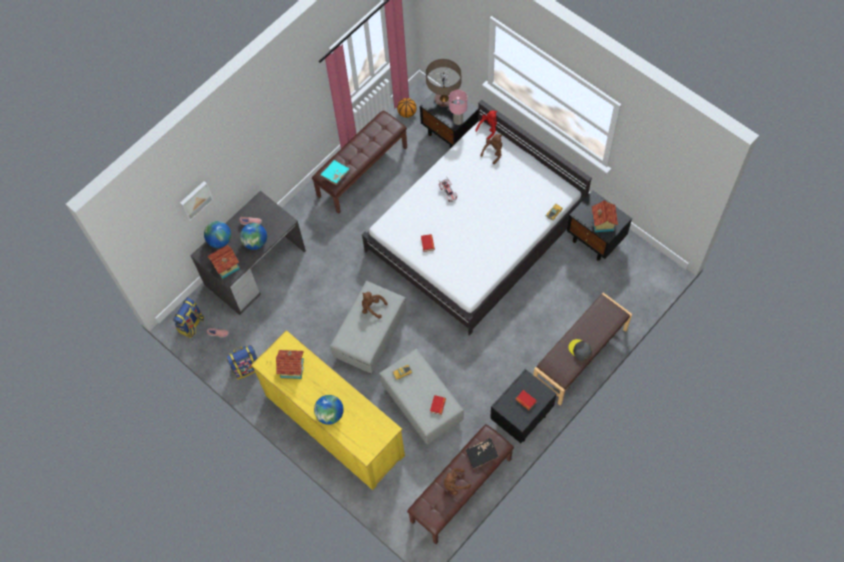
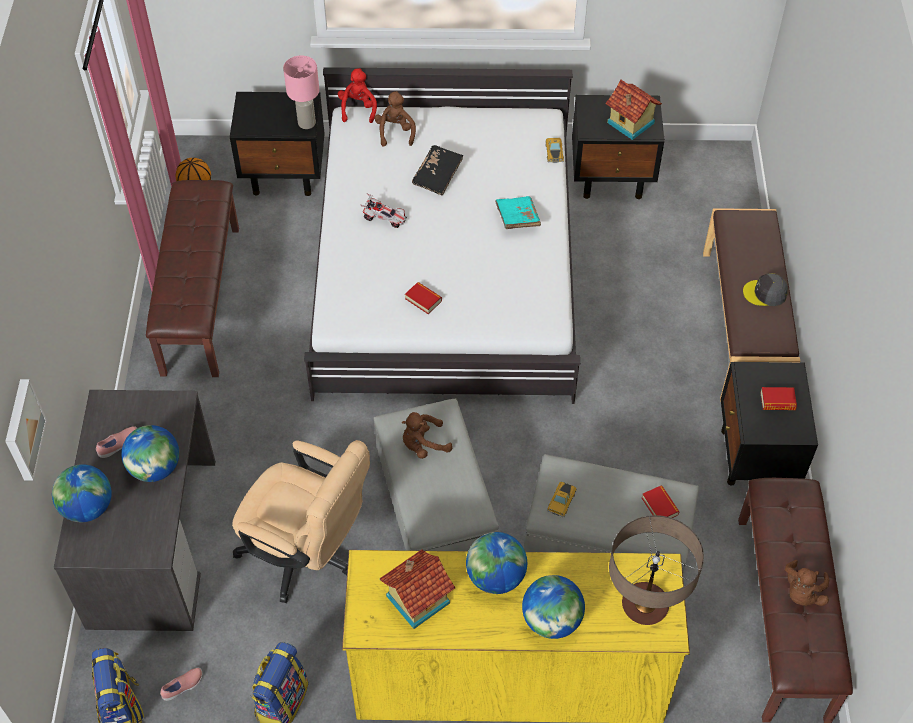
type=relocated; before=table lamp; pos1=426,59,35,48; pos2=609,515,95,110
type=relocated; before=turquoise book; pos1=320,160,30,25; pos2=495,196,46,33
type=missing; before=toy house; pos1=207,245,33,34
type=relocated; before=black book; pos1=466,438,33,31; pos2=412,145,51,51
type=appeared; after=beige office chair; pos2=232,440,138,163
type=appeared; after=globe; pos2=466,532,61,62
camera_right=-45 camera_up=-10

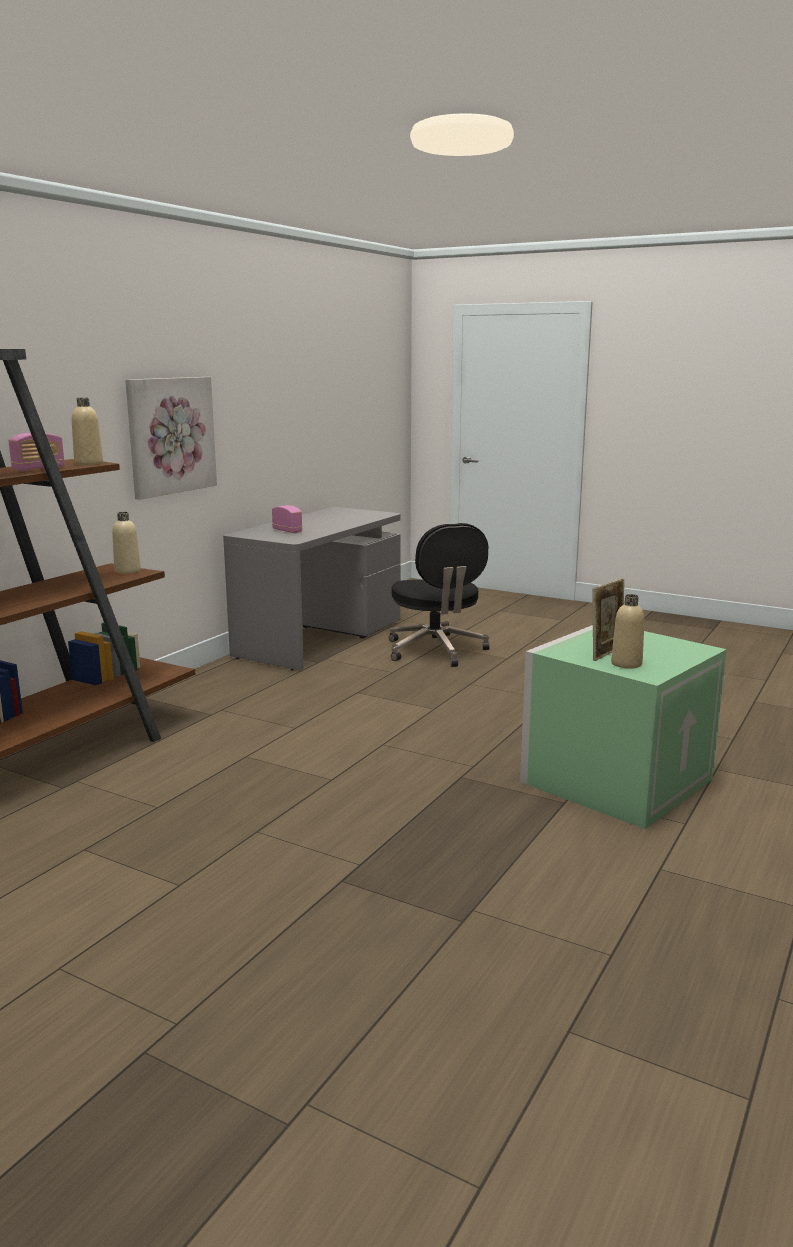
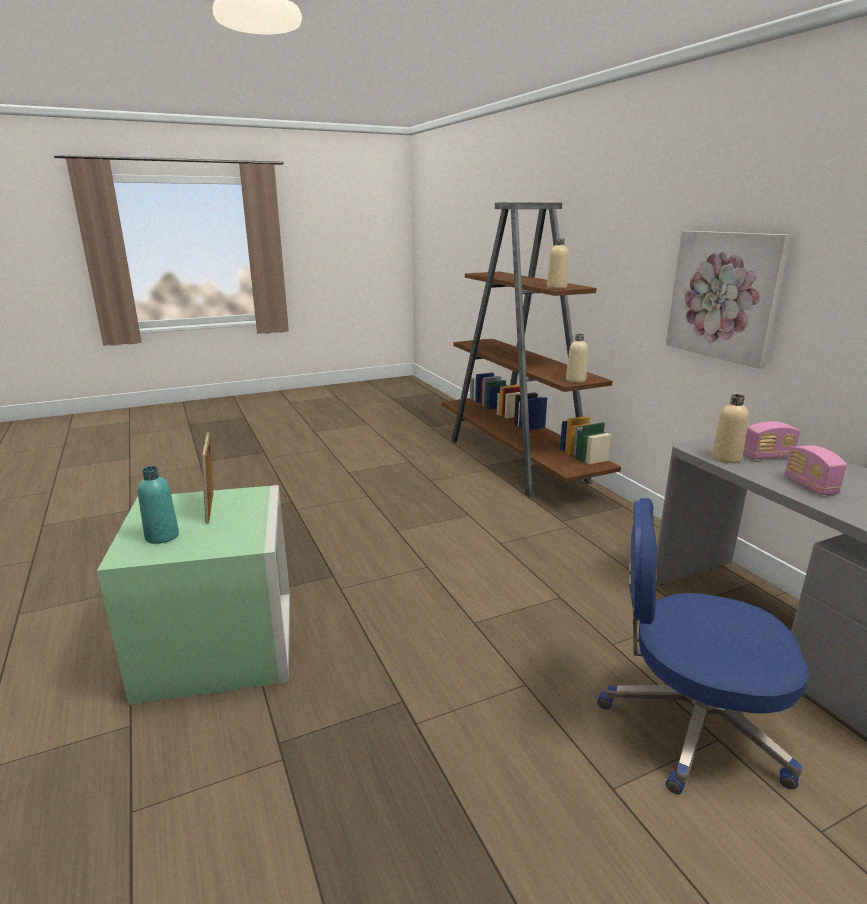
type=relocated; before=radio; pos1=8,433,57,39; pos2=785,445,62,50
type=colour; before=black office chair; after=blue office chair; pos1=389,523,101,144; pos2=597,498,212,296
type=relocated; before=beige bottle; pos1=611,594,33,75; pos2=711,394,38,69
type=appeared; after=turquoise bottle; pos2=138,466,41,78
camera_right=125 camera_up=5

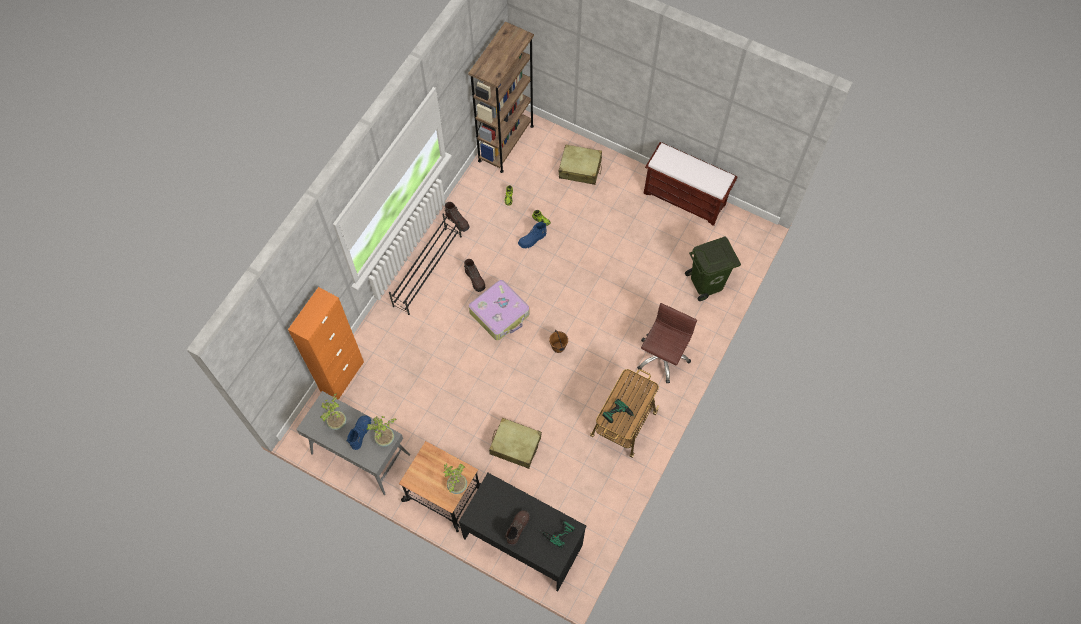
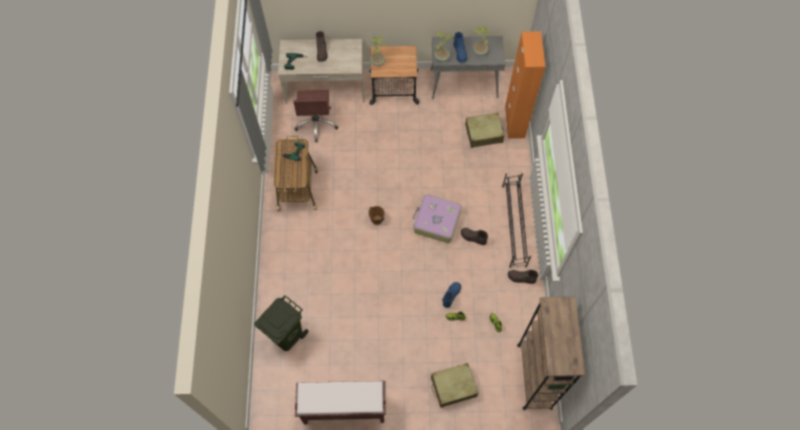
type=relocated; before=brown office chair; pos1=637,303,60,80; pos2=293,90,45,53
type=relocated; before=beige suitcase; pos1=489,418,53,51; pos2=465,112,39,36
type=colour; before=black desk; after=beige desk; pos1=459,473,127,119; pos2=278,39,86,65
camera_right=150 camera_up=0

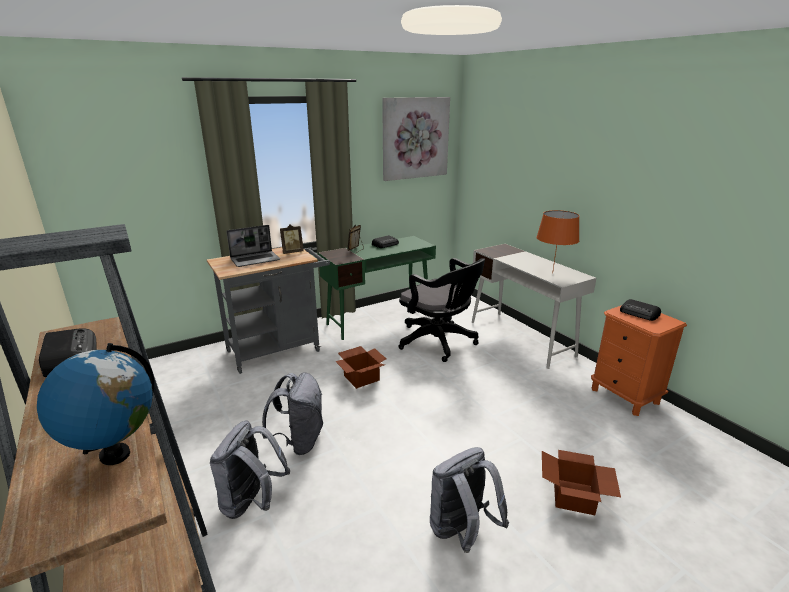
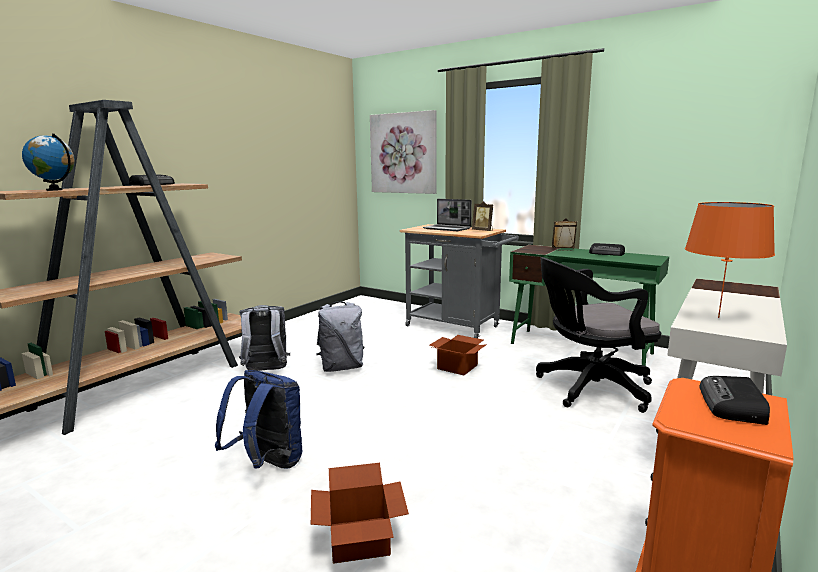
type=relocated; before=picture; pos1=382,97,68,84; pos2=370,110,67,84
type=spun; before=black office chair; pos1=398,258,87,104; pos2=536,257,125,156; turn=60
type=colour; before=grey backpack; after=blue backpack; pos1=430,447,79,106; pos2=215,370,87,98
camera_right=65 camera_up=-10

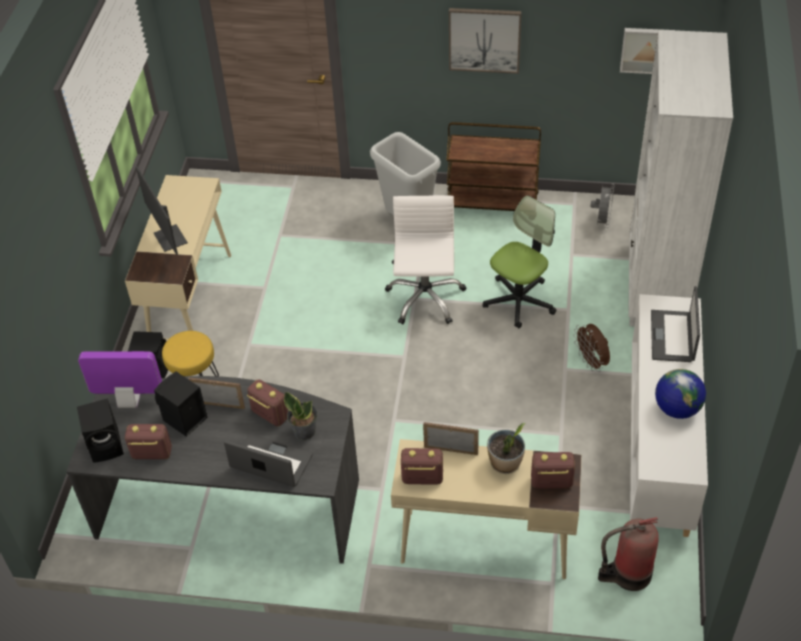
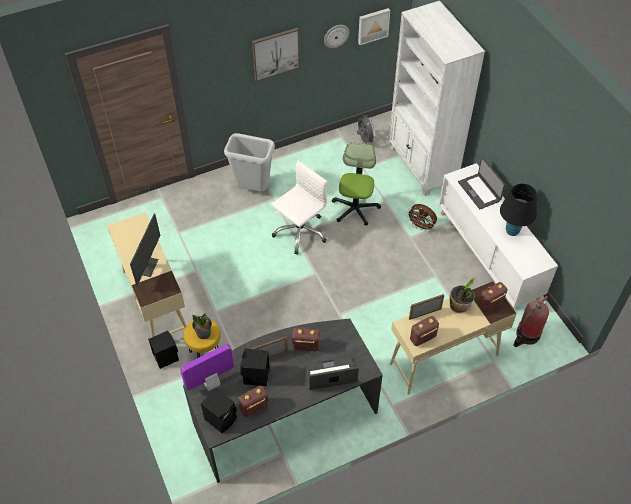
type=missing; before=brown cart; pos1=447,122,94,89
type=spun; before=monitor; pos1=136,166,52,89; pos2=130,213,30,73; turn=-105
type=spun; before=white office chair; pos1=385,196,81,129; pos2=271,161,56,94; turn=75
type=exchanged; before=globe; after=black table lamp; pos1=655,369,51,50; pos2=500,184,37,52
type=relocated; before=potted plant; pos1=284,392,33,48; pos2=192,313,20,26
type=appeared; after=wall clock; pos2=324,25,25,23
camera_right=-35 camera_up=5

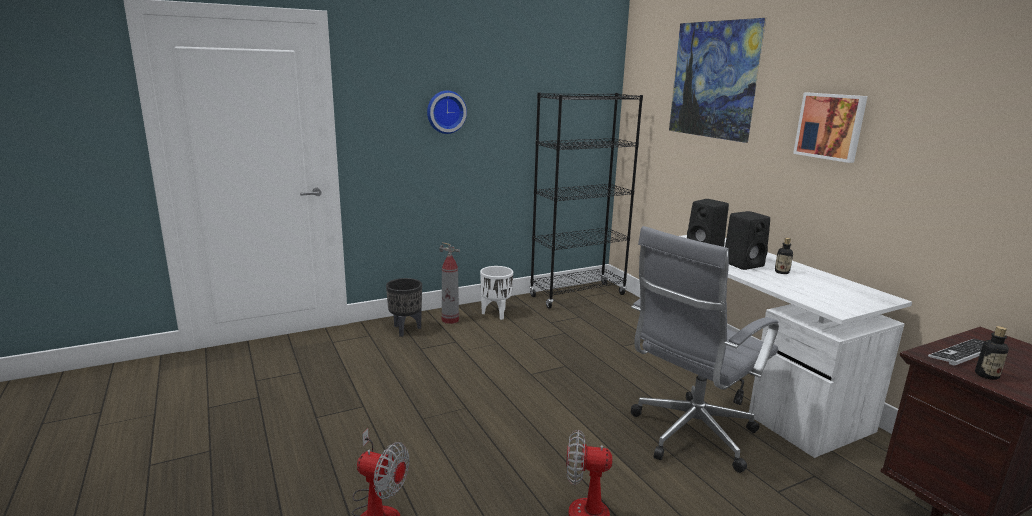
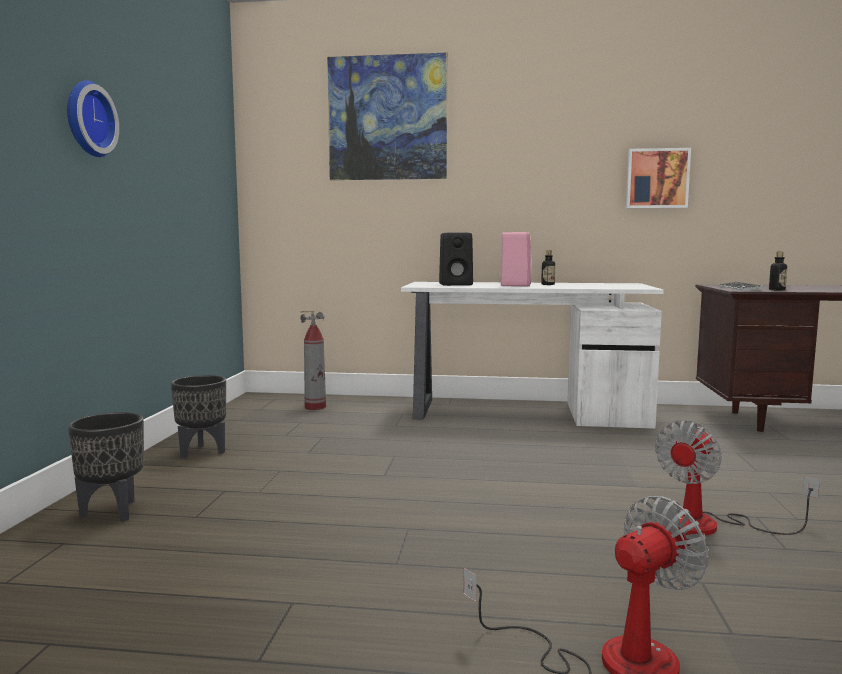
type=missing; before=black bookcase; pos1=530,93,113,215
type=relocated; before=picture; pos1=793,93,75,70; pos2=626,148,65,60
type=colour; before=black speaker; after=pink speaker; pos1=725,211,45,59; pos2=501,232,31,54
type=missing; before=grey office chair; pos1=631,226,148,247
type=relocated; before=fire extinguisher; pos1=439,242,21,82; pos2=300,311,26,99
type=colour; before=white planter; after=black planter; pos1=480,266,33,54; pos2=171,375,55,83
camera_right=-55 camera_up=-10

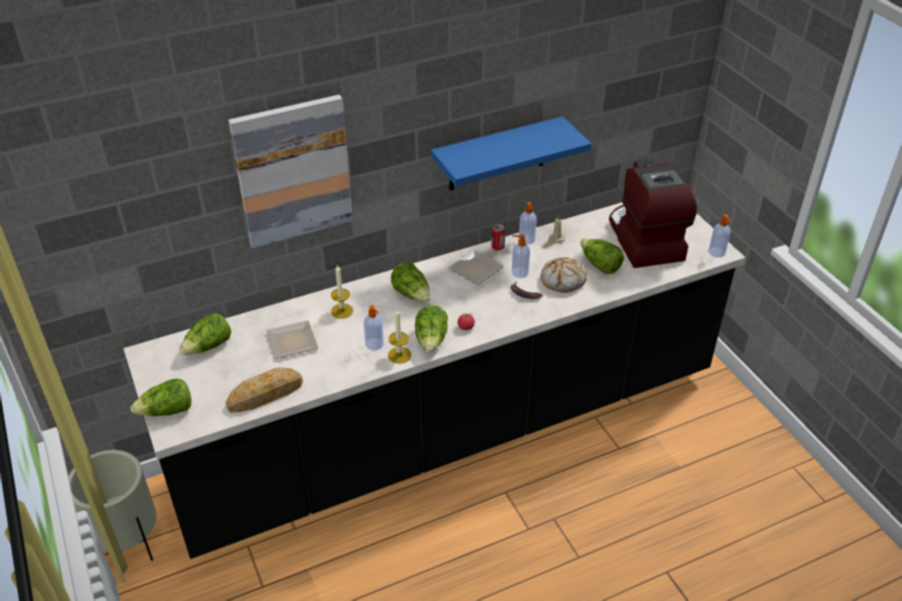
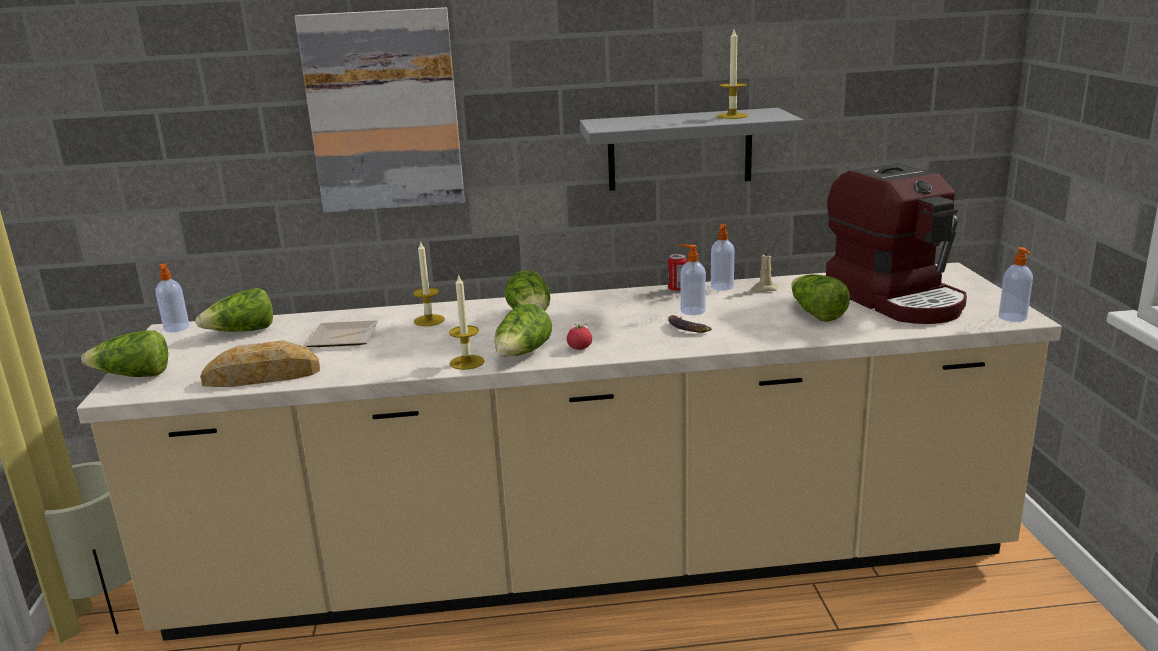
type=colour; before=blue shelf; after=grey shelf; pos1=431,116,160,74; pos2=580,108,224,83
type=spun; before=coffee machine; pos1=609,159,88,109; pos2=826,163,141,161; turn=150
type=colour; before=black counter; after=beige counter; pos1=124,202,621,357; pos2=77,262,985,379
type=missing; before=plate; pos1=448,250,56,35
type=missing; before=bread; pos1=541,257,46,36
type=relocated; before=soap dispenser; pos1=364,305,20,46; pos2=156,263,34,69
type=appeared; after=candle; pos2=717,29,32,90
camera_right=20 camera_up=-20

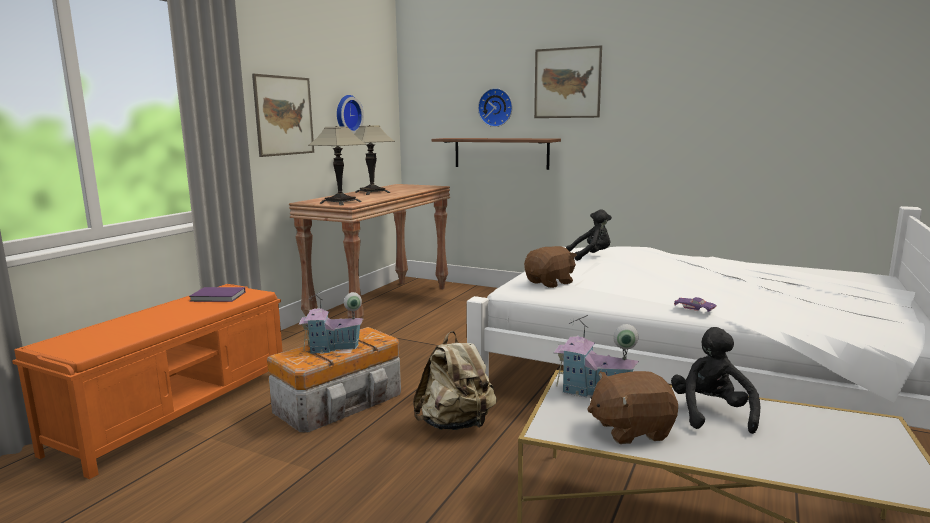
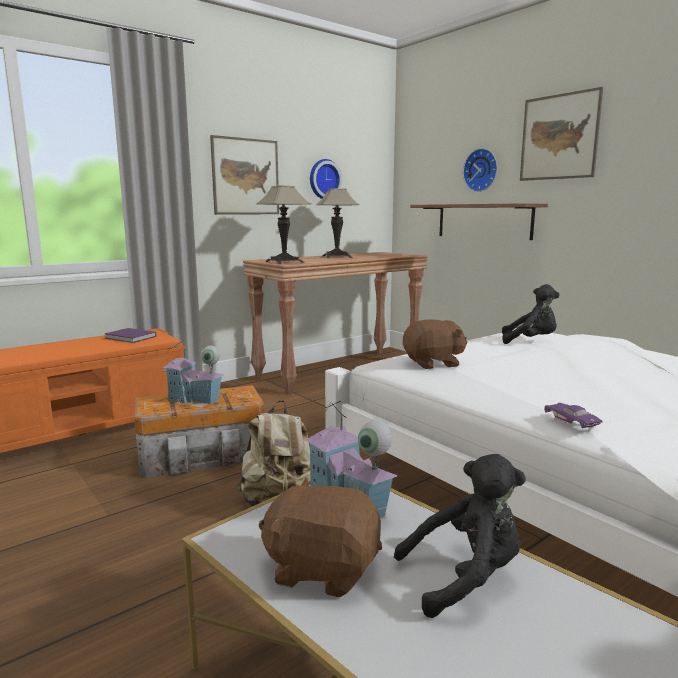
type=spun; before=black plush toy; pos1=671,327,90,107; pos2=394,454,132,164; turn=45
camera_right=25 camera_up=0

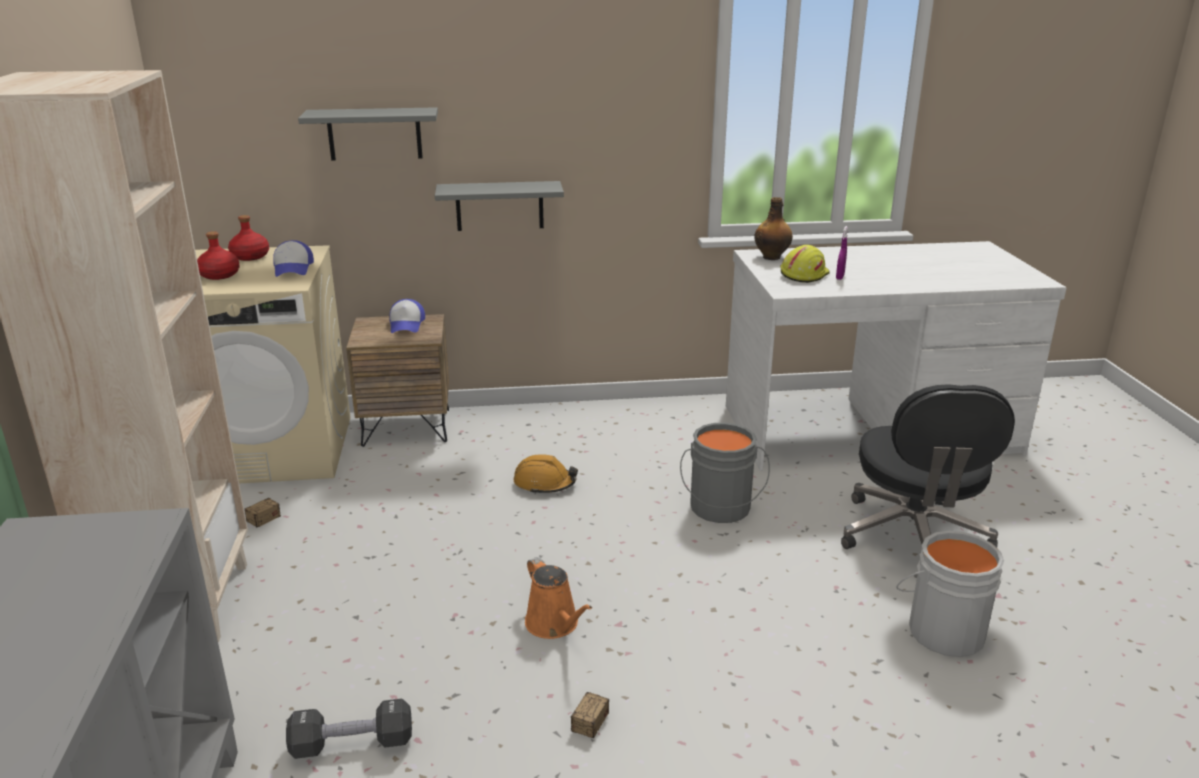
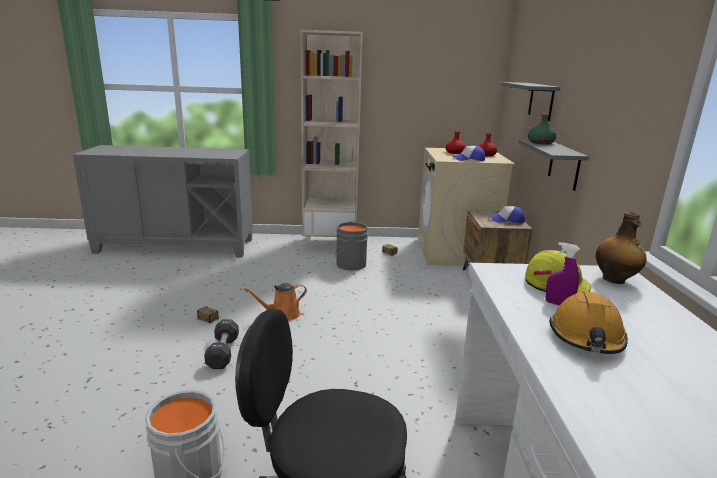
type=relocated; before=grey bucket; pos1=680,423,90,100; pos2=335,222,33,49
type=relocated; before=orange hard hat; pos1=514,454,64,40; pos2=550,292,78,62
type=relocated; before=black dumbbell; pos1=286,699,126,60; pos2=204,319,35,50
type=appeared; after=green bottle; pos2=528,113,29,32
camera_right=95 camera_up=-5

